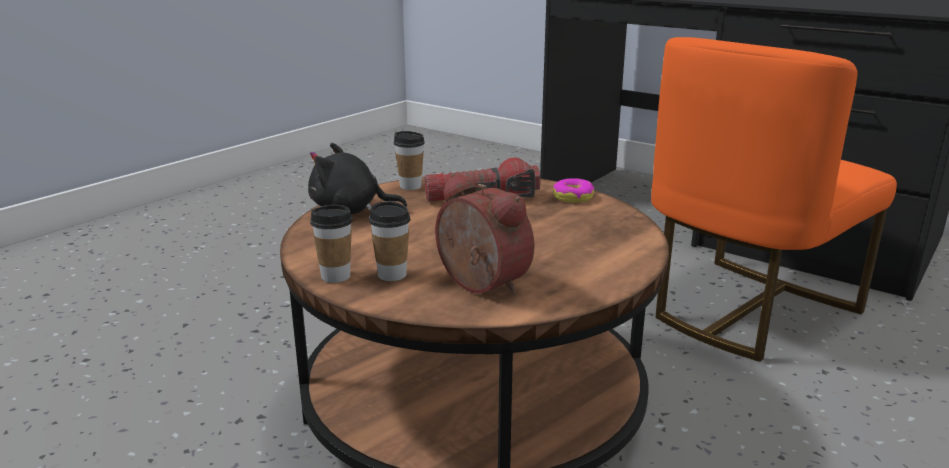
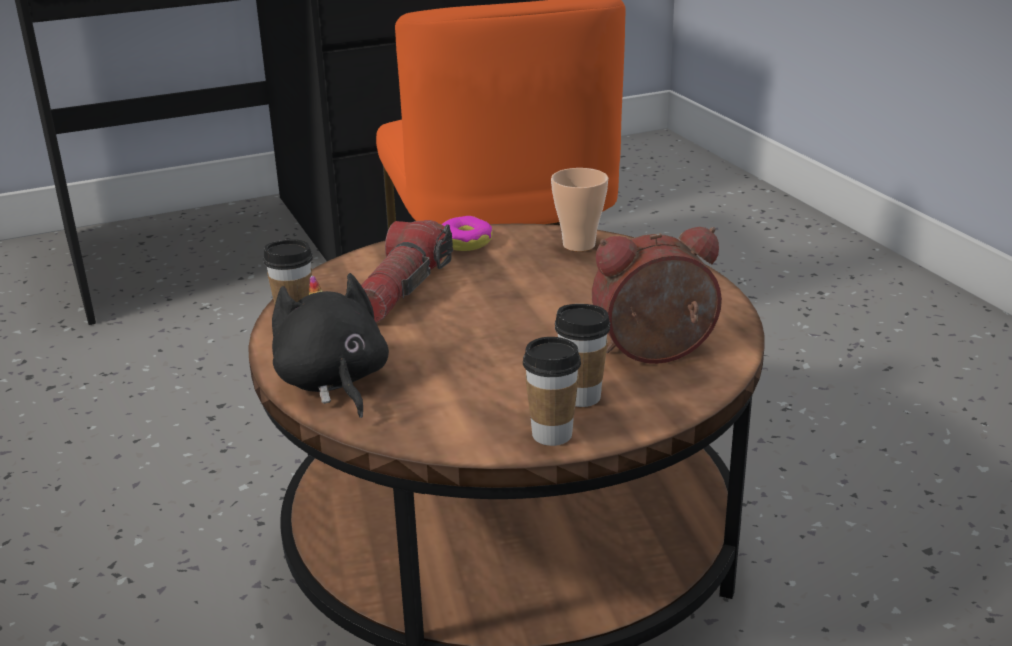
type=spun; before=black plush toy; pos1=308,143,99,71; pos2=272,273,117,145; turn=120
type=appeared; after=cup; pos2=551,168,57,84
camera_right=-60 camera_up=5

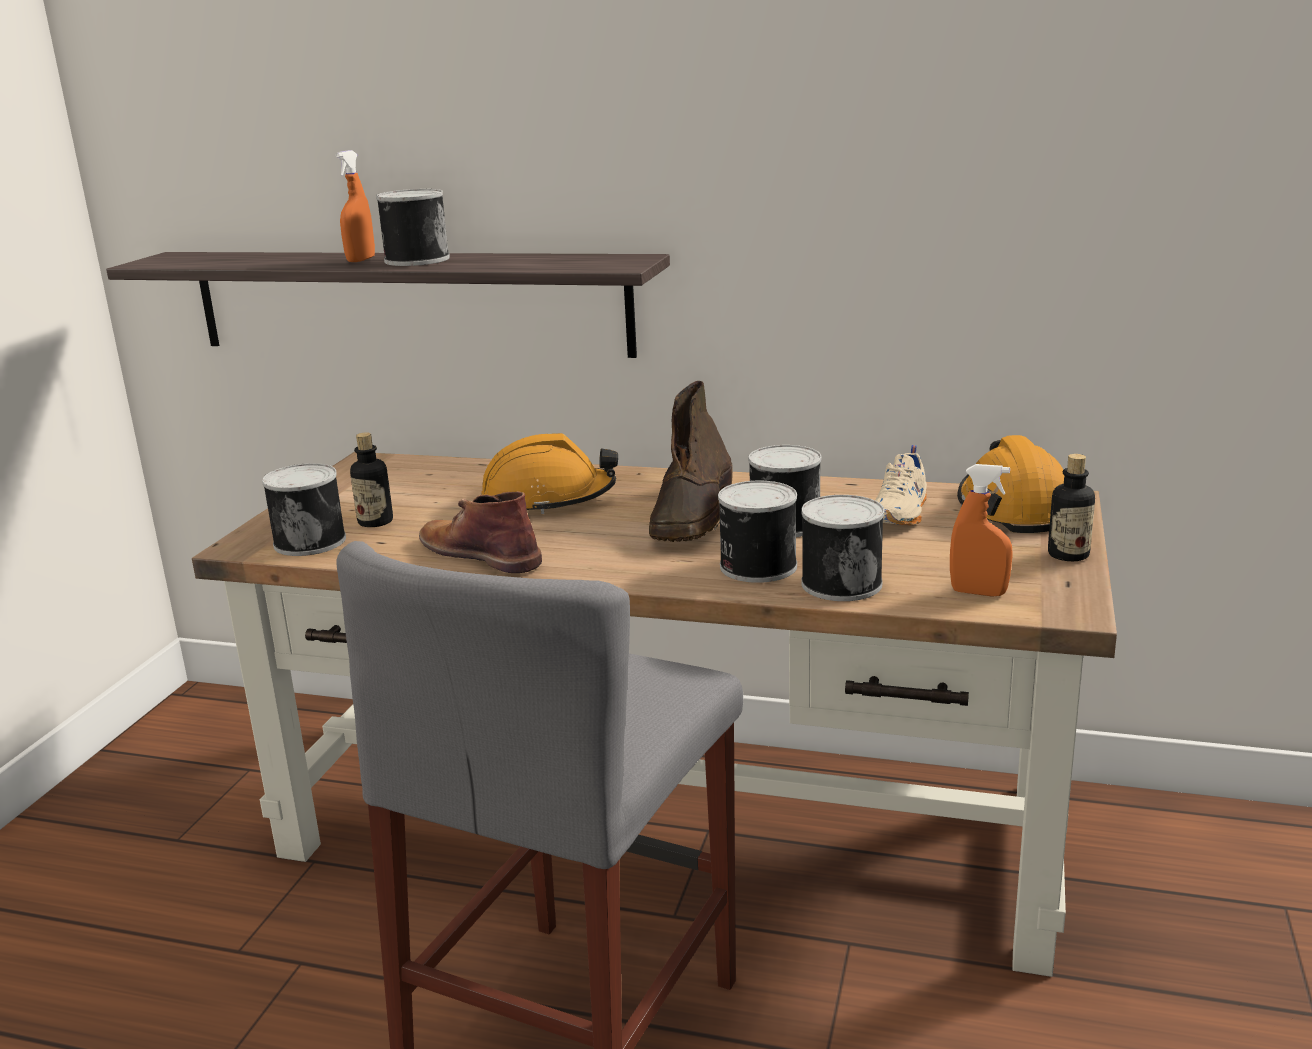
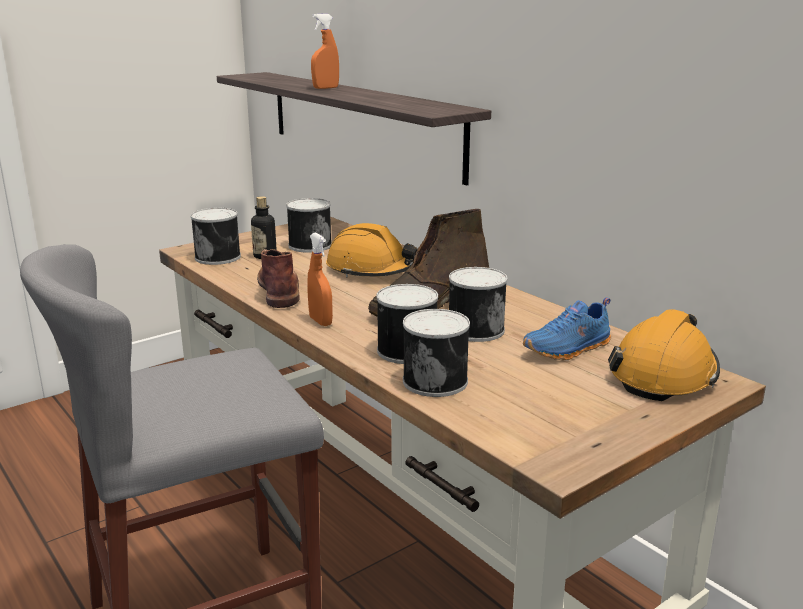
type=relocated; before=can; pos1=376,189,74,77; pos2=286,198,46,55
type=colour; before=beige shoe; after=blue shoe; pos1=875,445,52,80; pos2=523,297,88,63
type=missing; before=bottle; pos1=1048,454,47,107
type=relocated; before=orange spray bottle; pos1=950,464,63,133; pos2=307,233,26,93
camera_right=35 camera_up=0

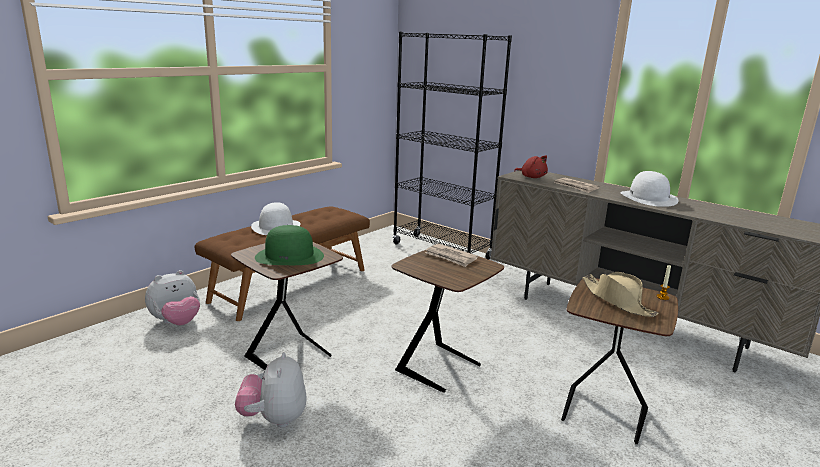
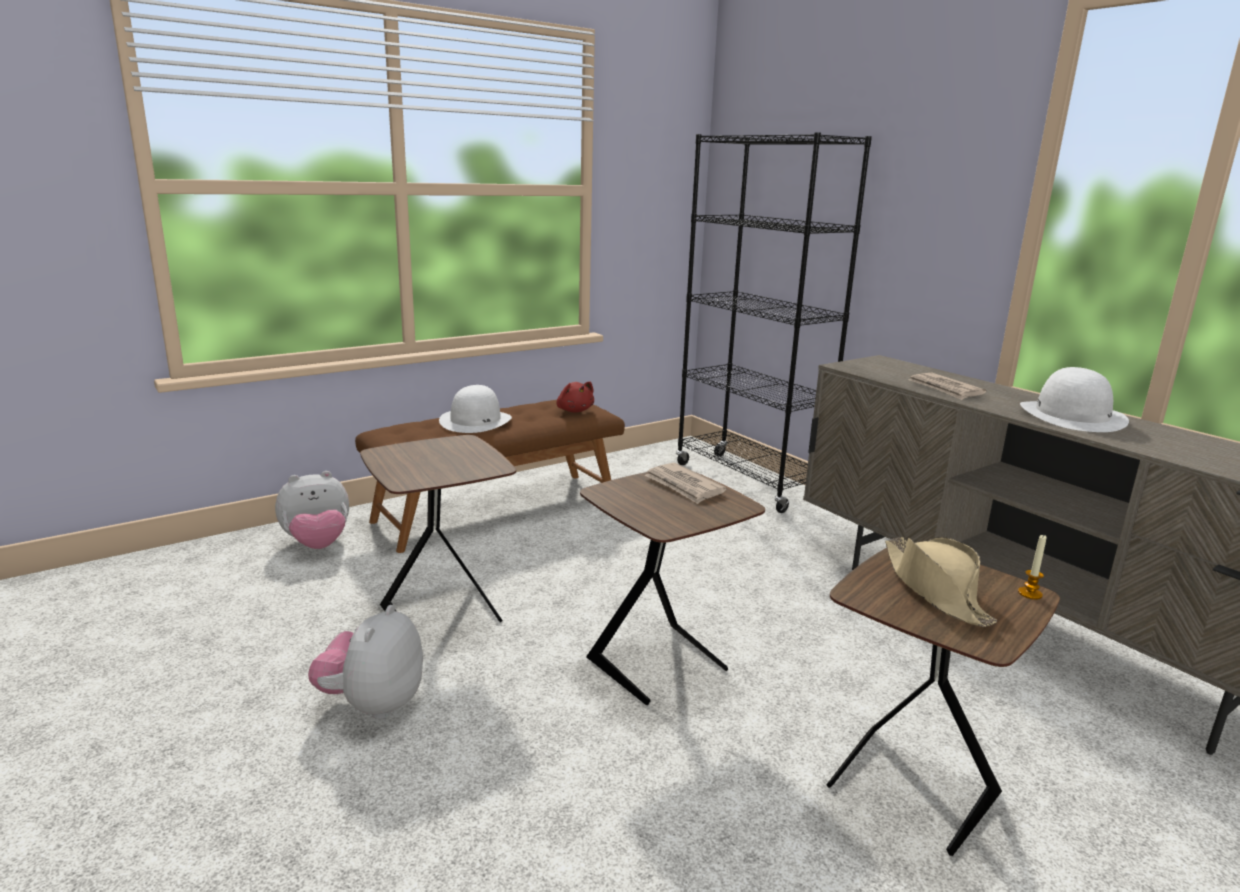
type=relocated; before=red plush toy; pos1=514,155,34,23; pos2=556,381,38,31
type=missing; before=green hat; pos1=255,225,69,40
camera_right=15 camera_up=0

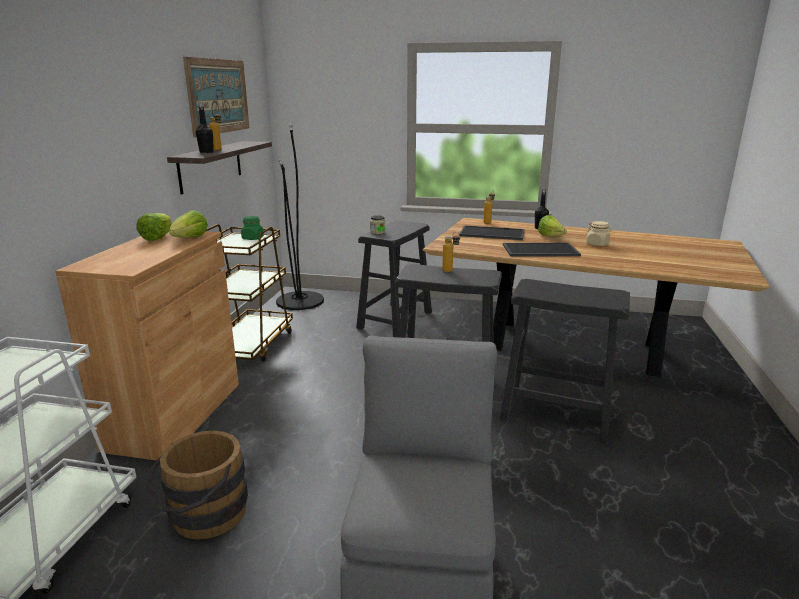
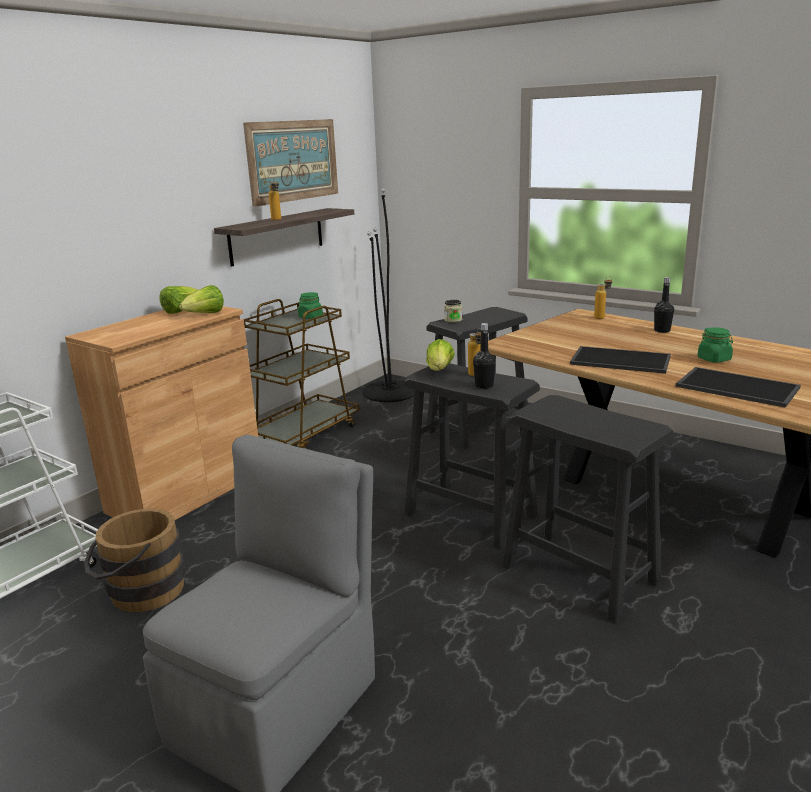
type=relocated; before=black bottle; pos1=196,103,18,50; pos2=473,323,23,66
type=relocated; before=lettuce; pos1=538,215,29,21; pos2=426,339,29,32
type=colour; before=beige jar; after=green jar; pos1=586,221,27,25; pos2=697,327,36,36
type=relocated; before=tray; pos1=459,225,66,15; pos2=675,367,126,41
camera_right=25 camera_up=0

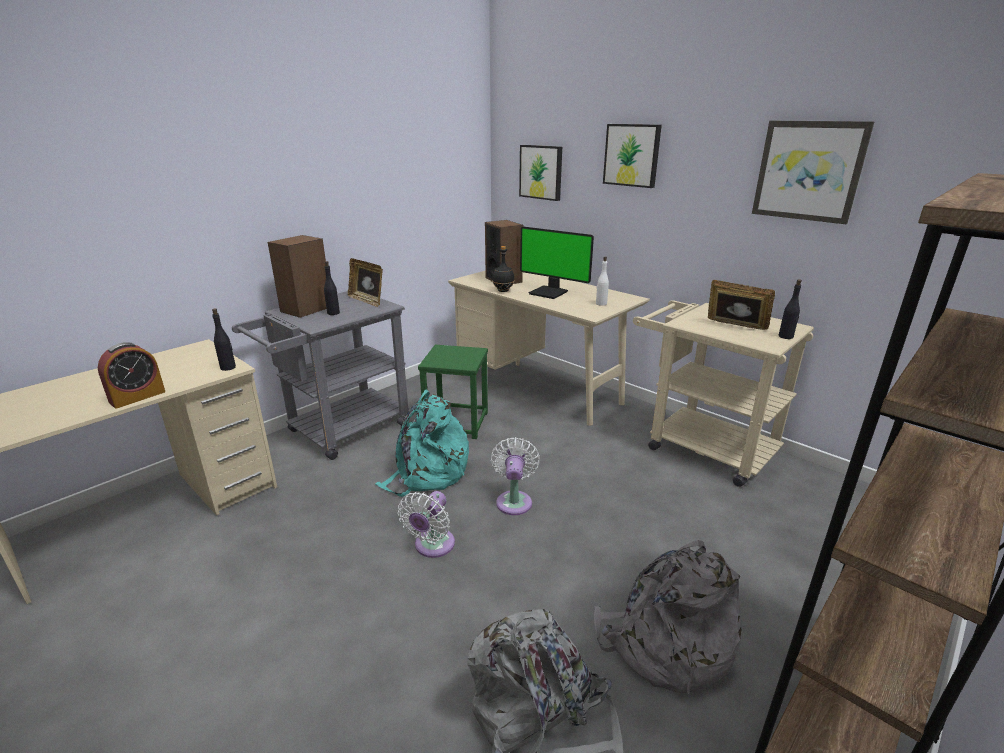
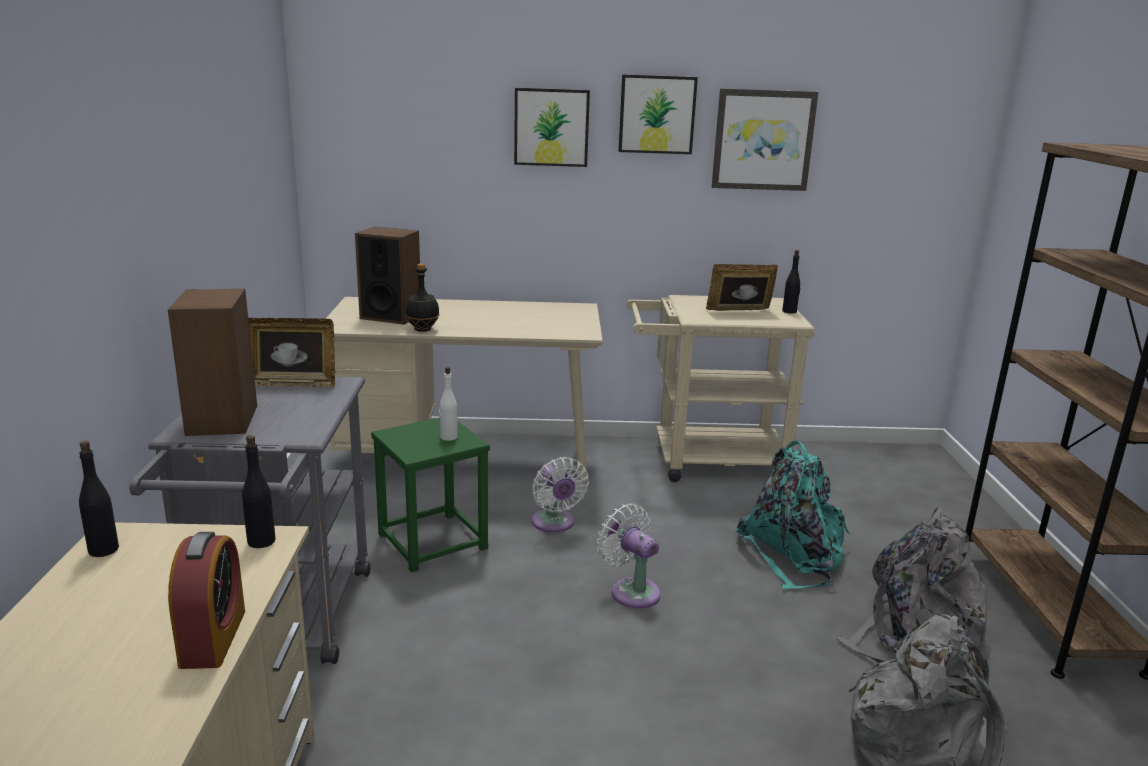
type=relocated; before=picture; pos1=519,145,43,56; pos2=618,75,80,79
type=missing; before=monitor; pos1=520,227,74,72
type=relocated; before=white bottle; pos1=596,257,13,49; pos2=439,367,19,74
type=relocated; before=black bottle; pos1=324,261,16,54; pos2=79,441,40,116
type=relocated; before=turquoise backpack; pos1=375,389,94,108; pos2=736,441,114,148
type=relocated; before=white fan; pos1=398,491,57,67; pos2=532,457,57,76
camera_right=-45 camera_up=-5

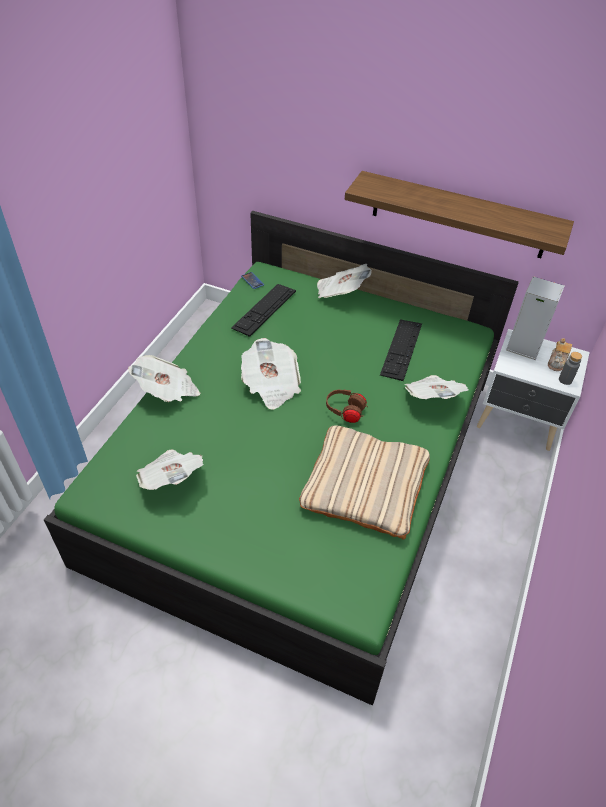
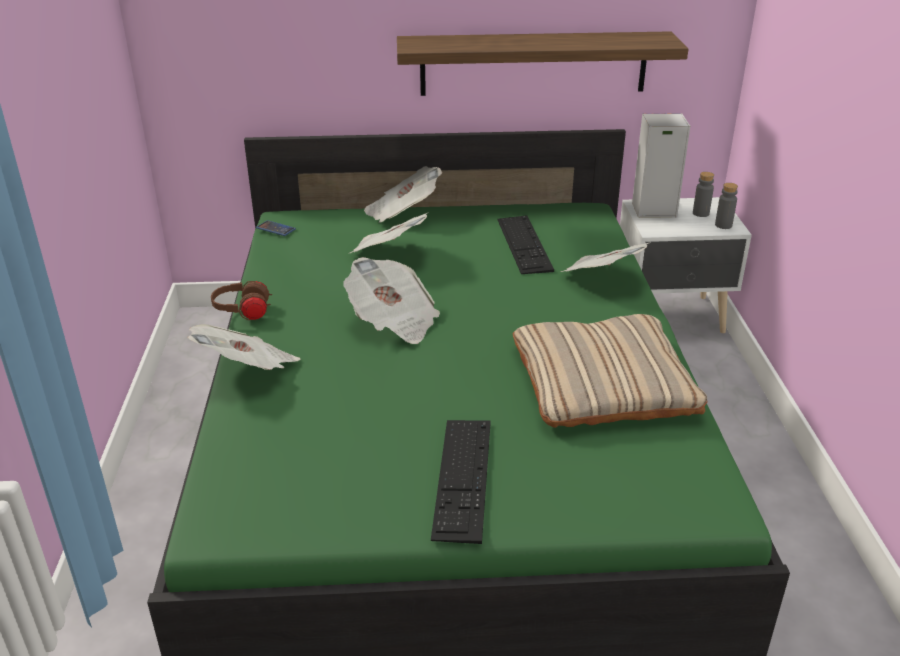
type=relocated; before=keyboard; pos1=231,284,65,53; pos2=431,420,60,124
type=exchanged; before=teapot; after=grey bottle; pos1=548,338,24,33; pos2=693,172,21,45
type=relocated; before=brown headphones; pos1=326,389,42,34; pos2=211,281,61,39
type=relocated; before=newspaper; pos1=136,449,67,41; pos2=350,212,79,41
camera_right=-25 camera_up=-15

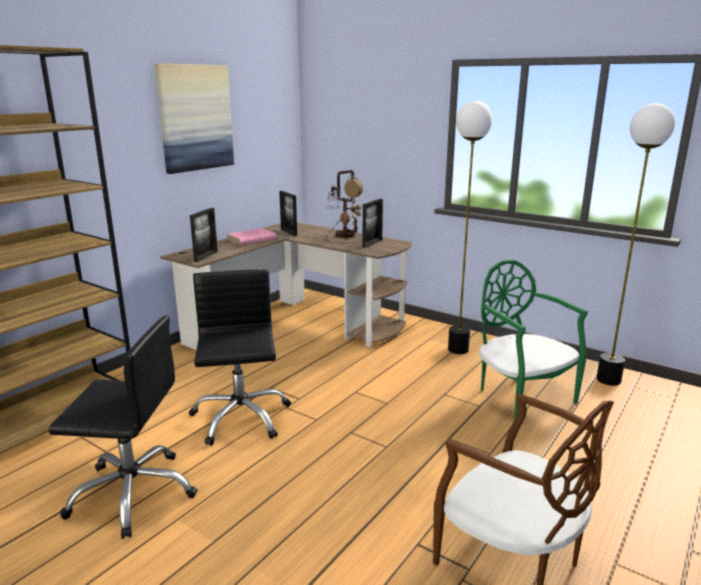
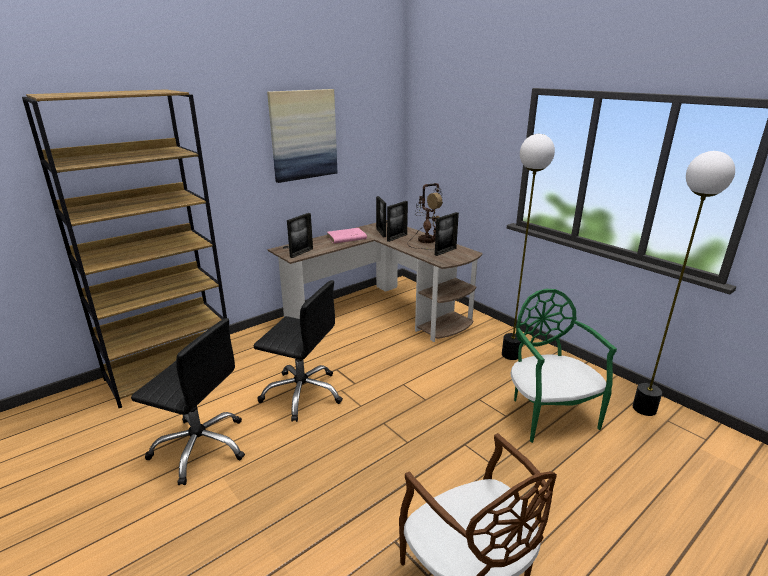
type=spun; before=black office chair; pos1=189,269,102,177; pos2=254,280,89,142; turn=105
type=appeared; after=picture frame; pos2=387,201,21,41
camera_right=15 camera_up=5

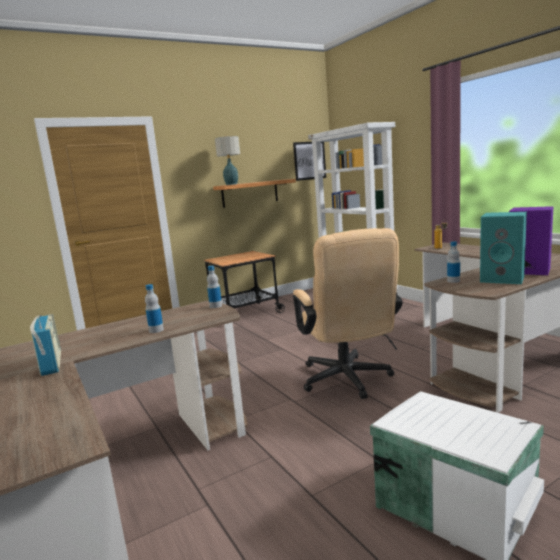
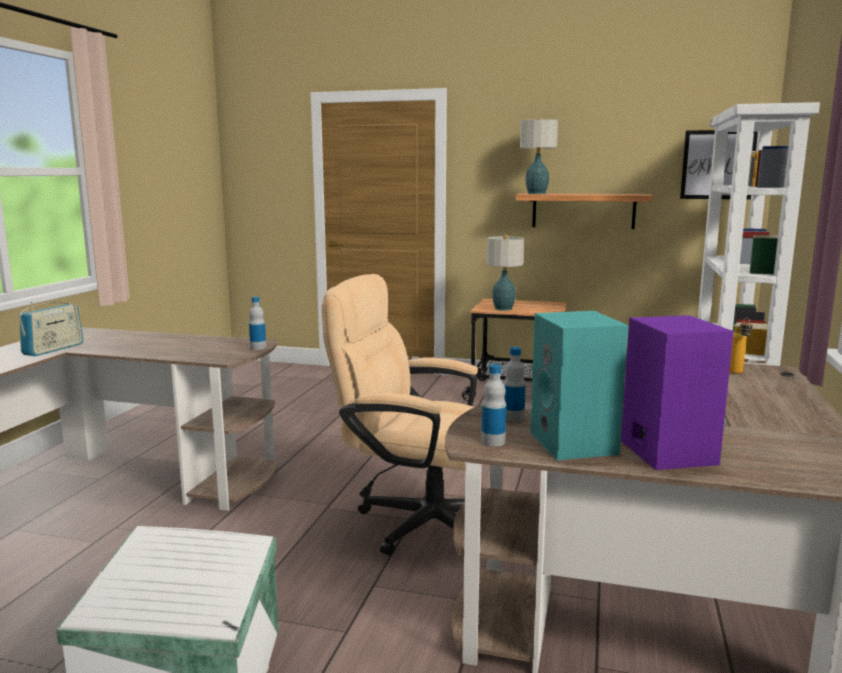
type=spun; before=beige office chair; pos1=293,228,110,171; pos2=322,274,161,282; turn=75
type=relocated; before=bottle; pos1=145,284,19,49; pos2=481,364,25,83
type=appeared; after=table lamp; pos2=486,235,38,76
camera_right=45 camera_up=0

